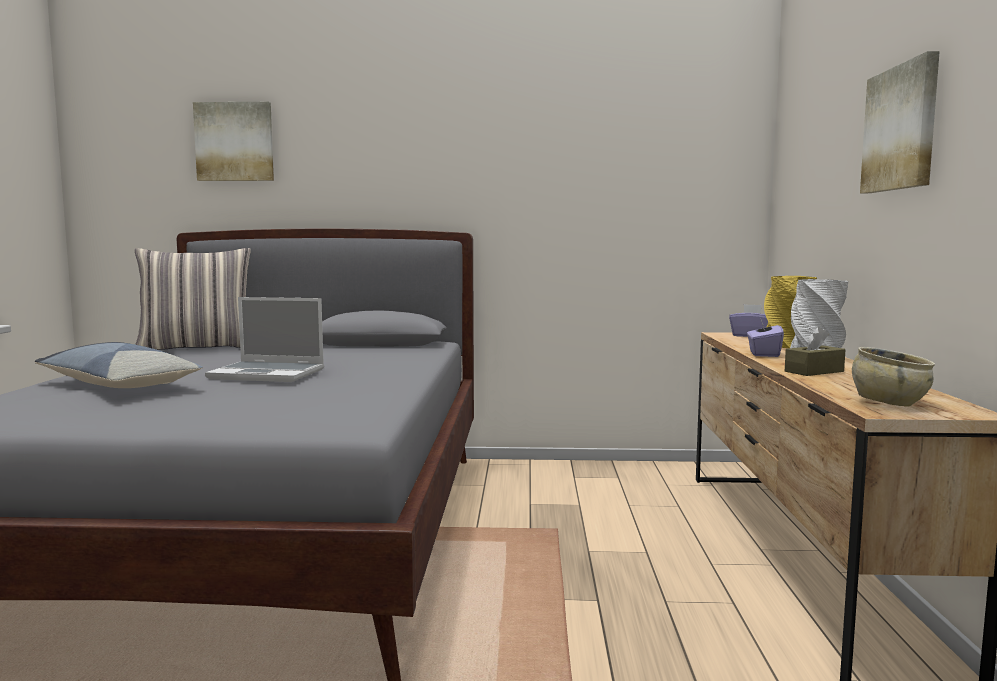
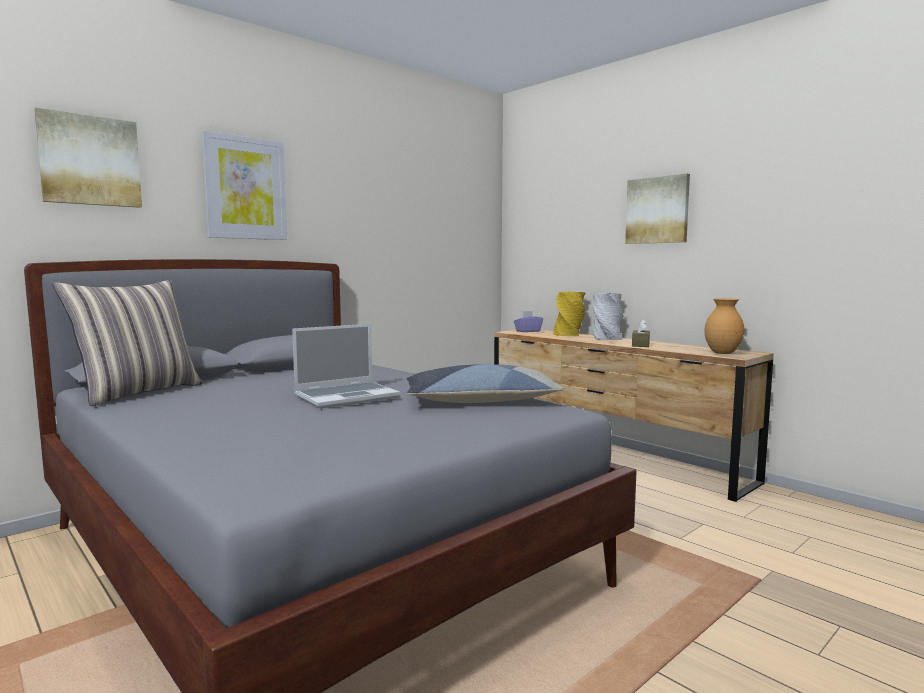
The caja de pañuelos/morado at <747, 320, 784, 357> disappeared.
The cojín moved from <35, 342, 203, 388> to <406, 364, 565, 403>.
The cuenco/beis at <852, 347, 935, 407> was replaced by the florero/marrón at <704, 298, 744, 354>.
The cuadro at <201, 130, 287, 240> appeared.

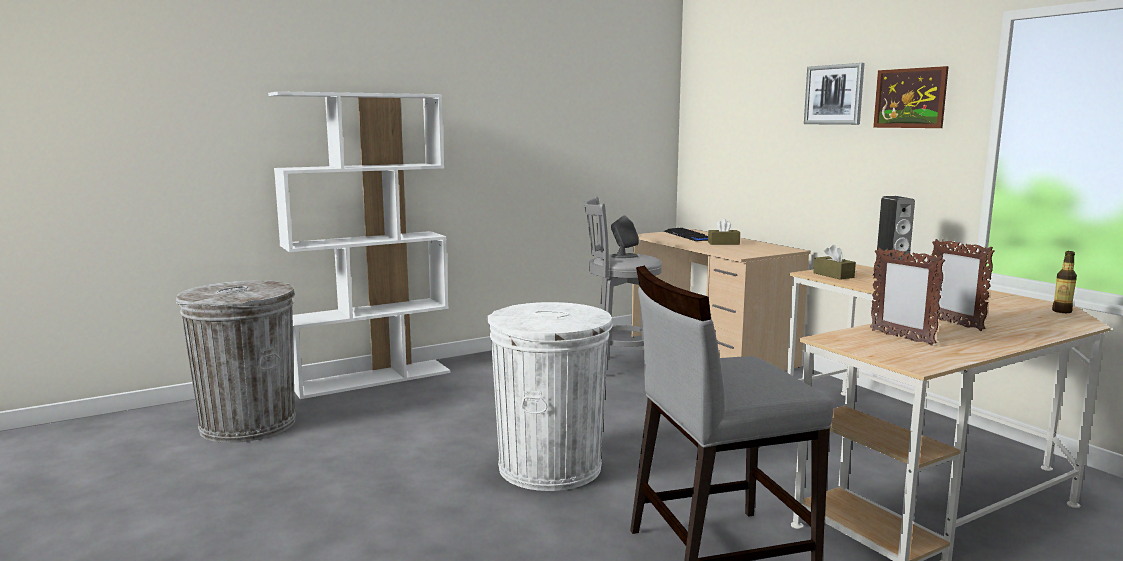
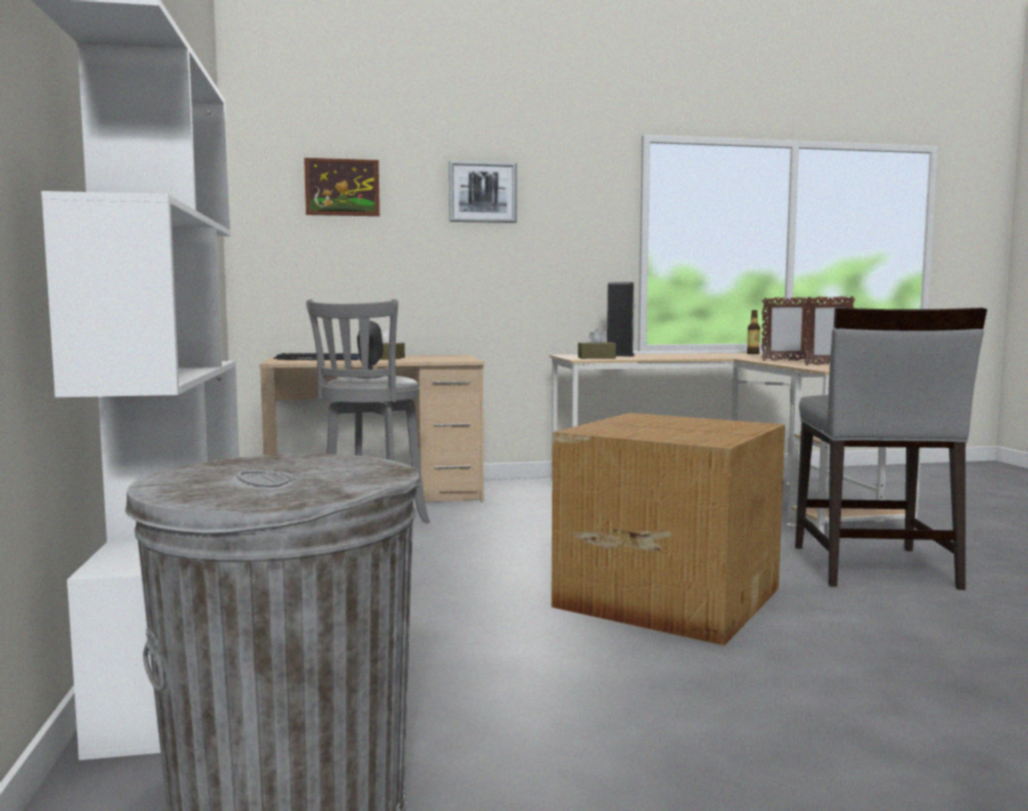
The cuadro moved from <873, 66, 949, 128> to <304, 158, 380, 216>.
The papelera/blanco at <487, 302, 613, 491> was replaced by the caja de cartón at <551, 413, 785, 646>.

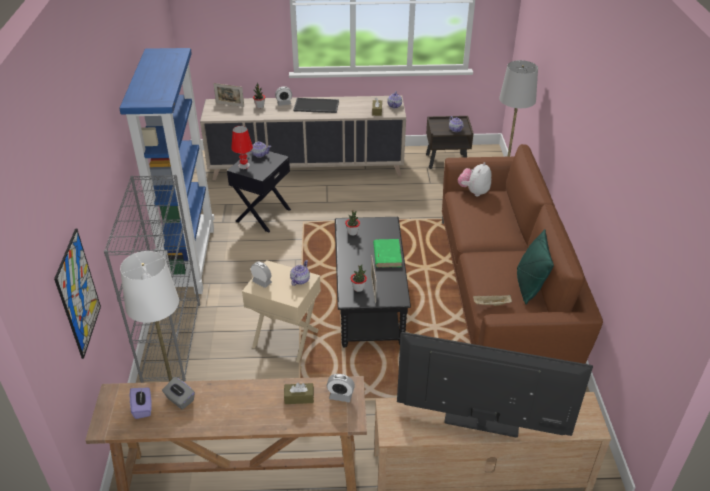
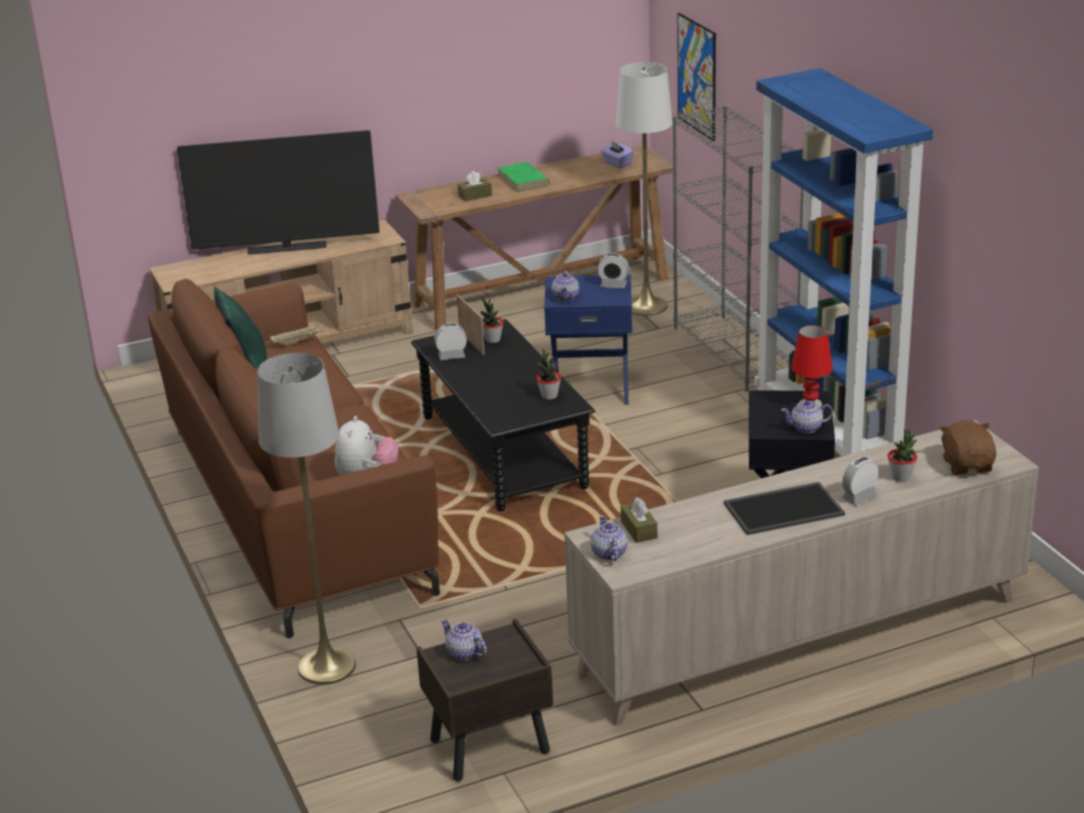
The portarretratos at <213, 83, 244, 107> was replaced by the peluche/marrón at <940, 420, 996, 475>.
The libro/verde moved from <373, 239, 402, 268> to <498, 162, 550, 192>.
The mesa auxiliar/beis at <242, 260, 321, 363> became the mesa auxiliar/azul at <544, 275, 632, 405>.
The despertador moved from <327, 374, 355, 402> to <434, 323, 467, 360>.
The caja de pañuelos/gris at <162, 377, 195, 410> disappeared.

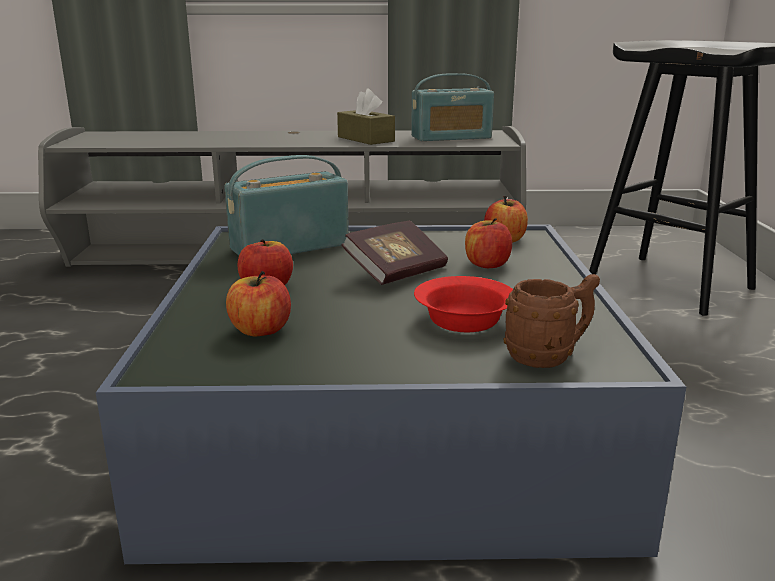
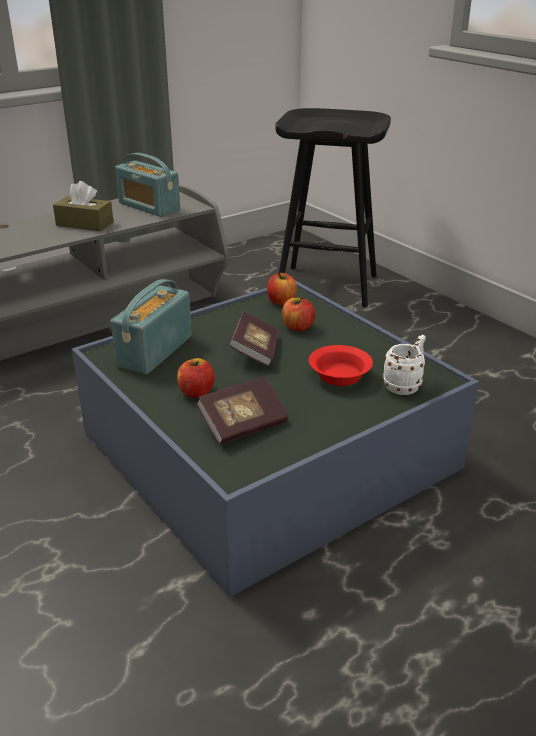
The radio at <411, 73, 494, 141> turned 90 degrees clockwise.
The manzana at <226, 271, 291, 336> was replaced by the libro at <196, 377, 288, 444>.
The taza grande/marrón at <503, 274, 600, 368> became the taza grande/blanco at <383, 334, 426, 395>.

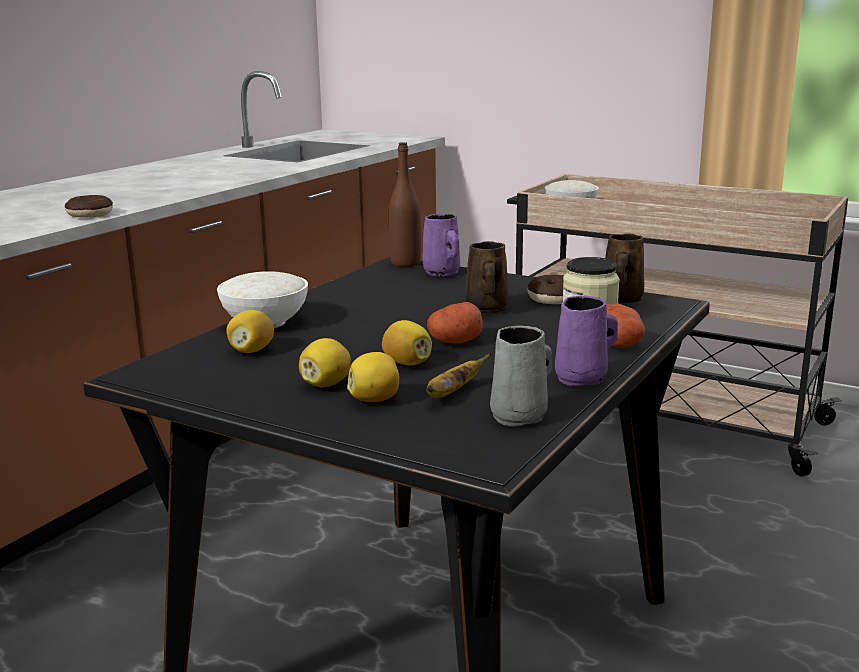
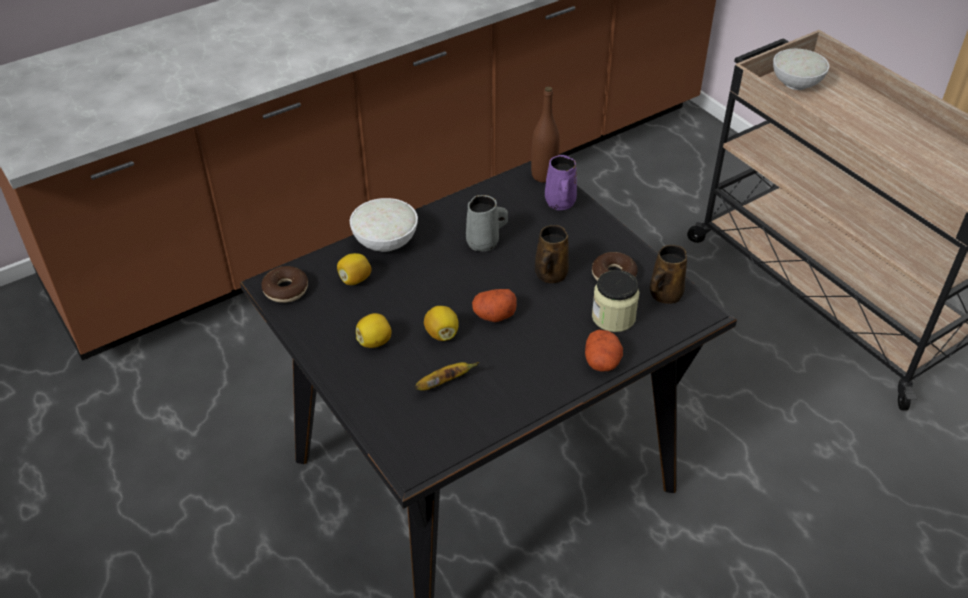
The rosquilla moved from <65, 195, 113, 217> to <261, 266, 308, 303>.
The taza grande/morado at <555, 296, 618, 387> disappeared.
The taza grande/gris moved from <490, 326, 552, 427> to <466, 195, 508, 251>.
The limón at <347, 352, 399, 402> disappeared.

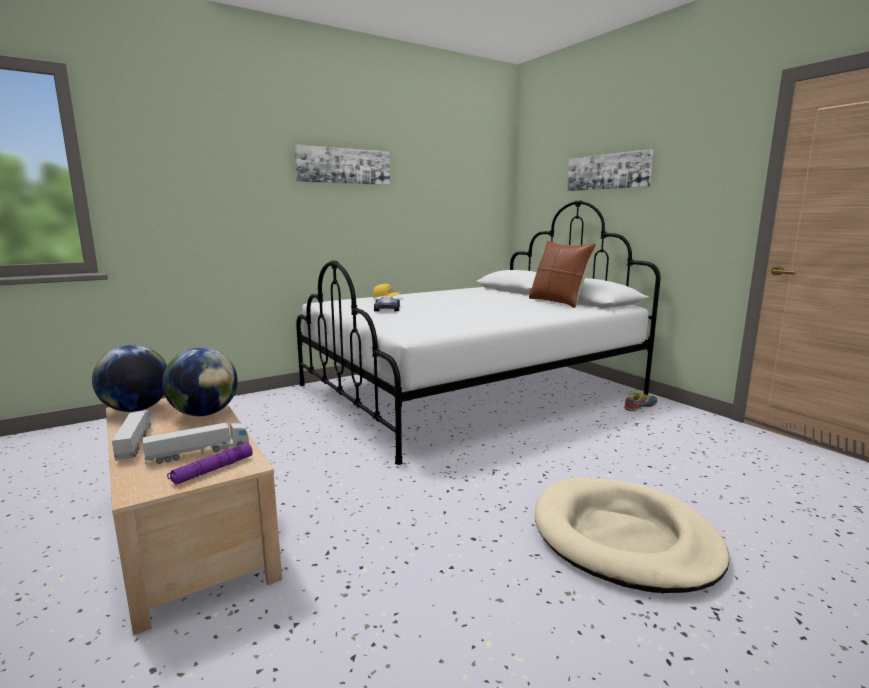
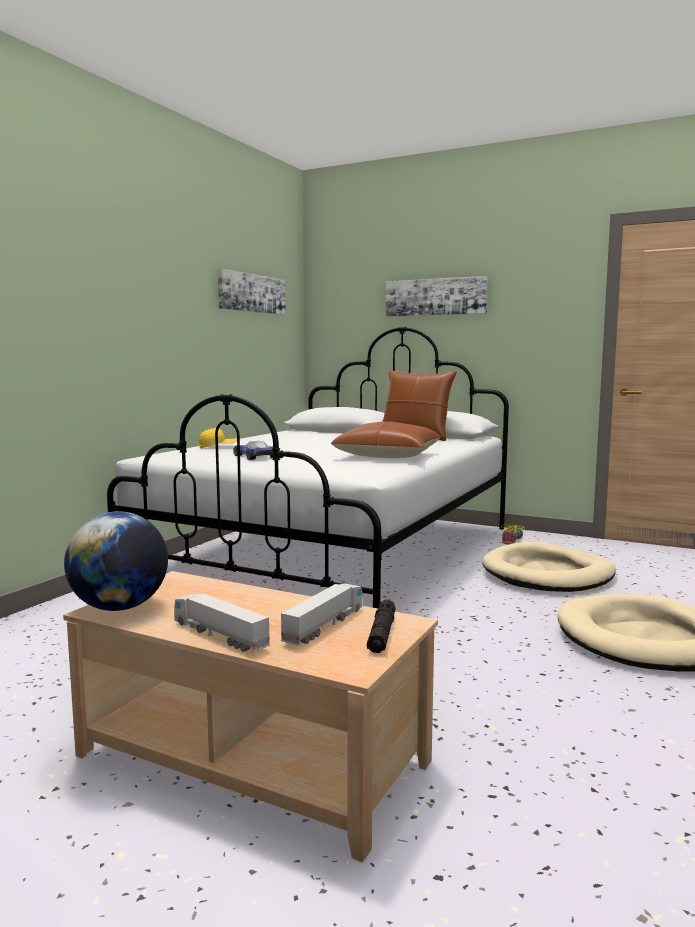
The cuadro moved from <294, 145, 390, 185> to <218, 269, 286, 315>.
The globo terráqueo at <162, 348, 238, 416> disappeared.
The linterna/morado at <167, 443, 253, 485> became the linterna/negro at <367, 599, 395, 653>.
The cojín/marrón at <331, 421, 441, 458> appeared.
The cama para perro/beis at <482, 542, 616, 592> appeared.

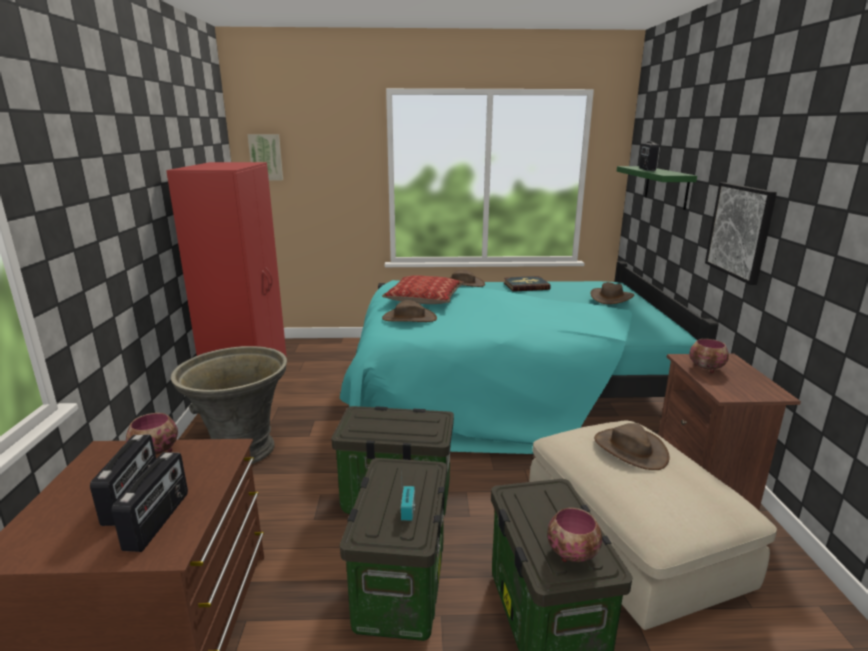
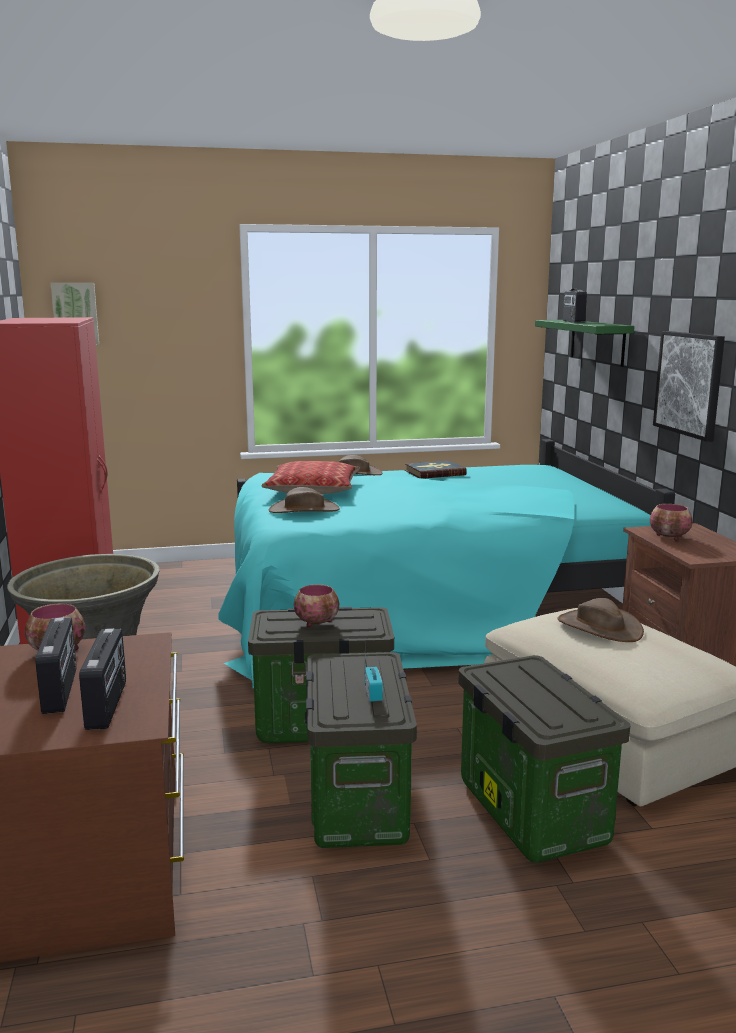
The sombrero/marrón at <590, 282, 634, 304> disappeared.
The cuenco moved from <547, 508, 602, 562> to <294, 584, 339, 627>.

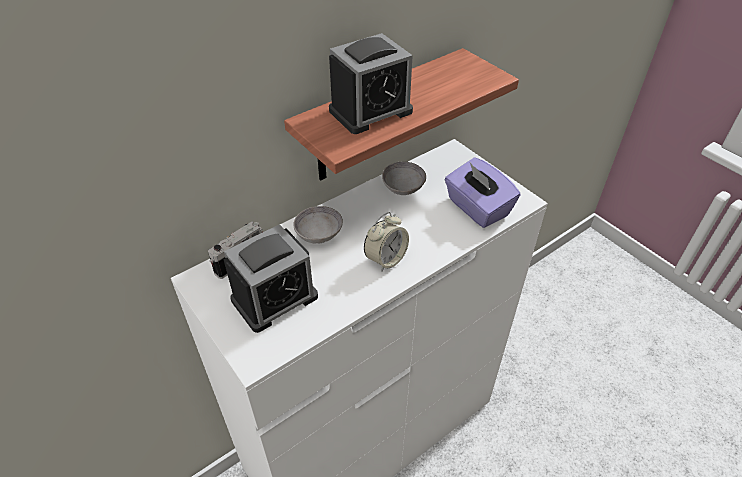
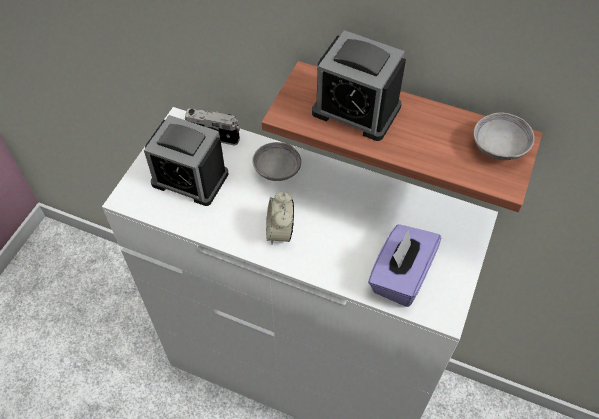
The cuenco/gris moved from <382, 162, 426, 195> to <474, 113, 534, 160>.
The despertador at <364, 212, 409, 271> turned 75 degrees clockwise.

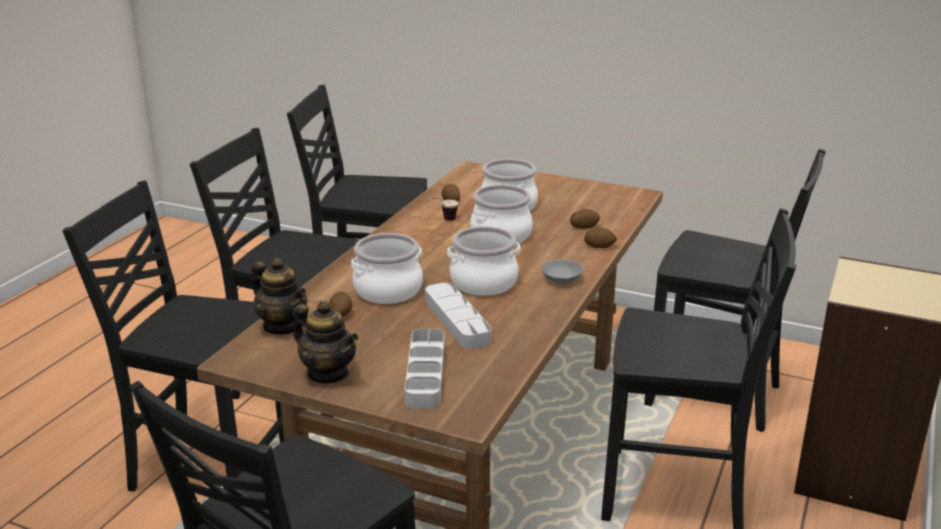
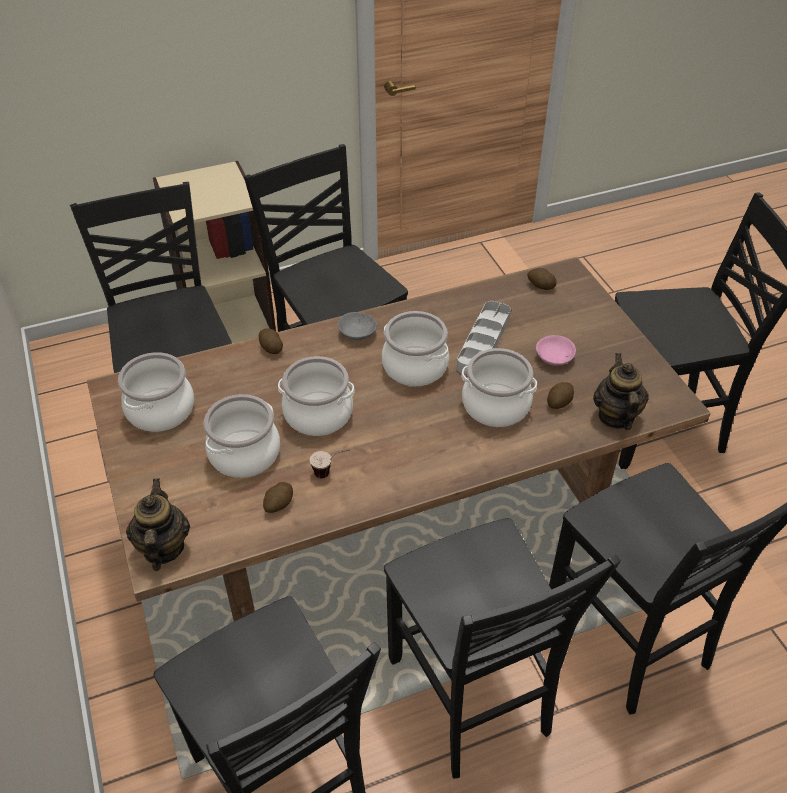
The patata moved from <570, 209, 600, 229> to <527, 268, 557, 290>.
The tetera moved from <293, 301, 358, 383> to <126, 478, 190, 571>.
The bandeja/gris at <405, 329, 445, 409> disappeared.
The cuenco/rosa at <536, 335, 576, 366> appeared.
The olla at <118, 352, 194, 432> appeared.

